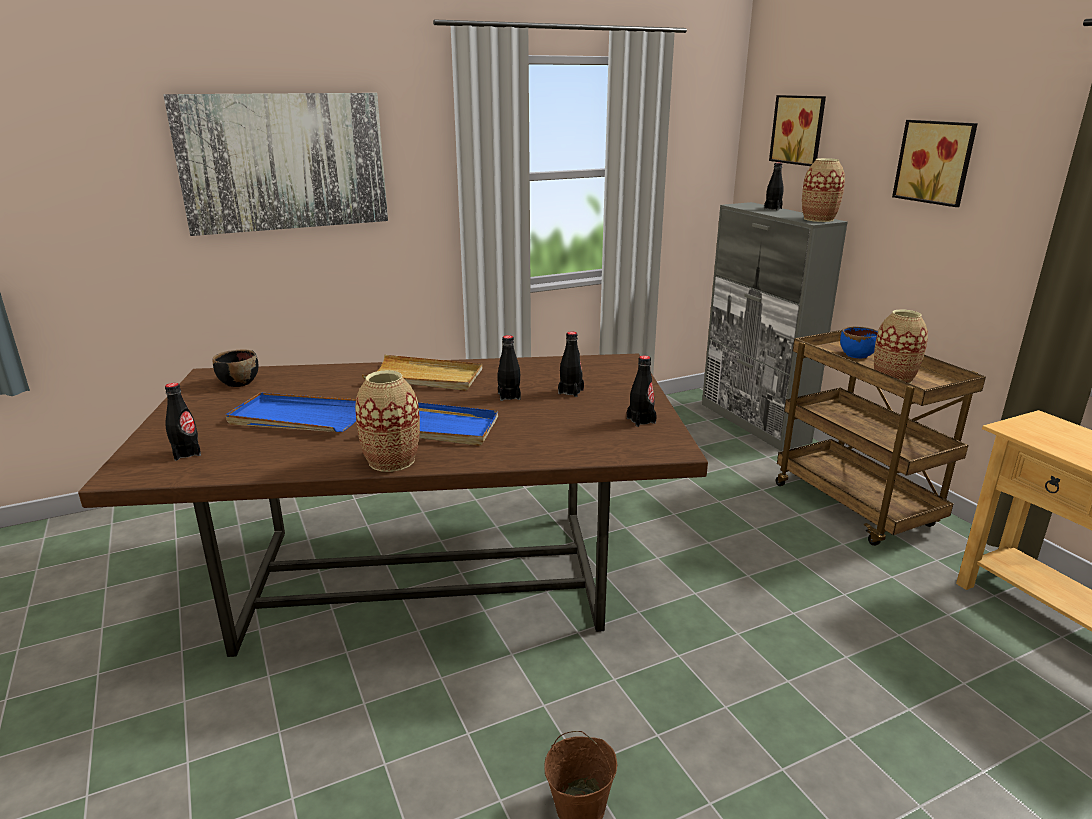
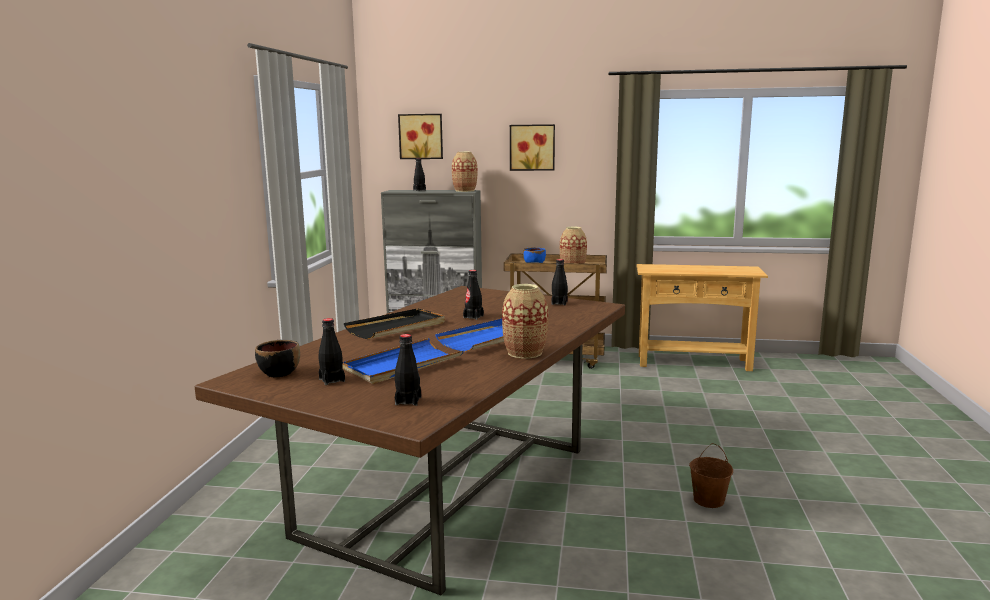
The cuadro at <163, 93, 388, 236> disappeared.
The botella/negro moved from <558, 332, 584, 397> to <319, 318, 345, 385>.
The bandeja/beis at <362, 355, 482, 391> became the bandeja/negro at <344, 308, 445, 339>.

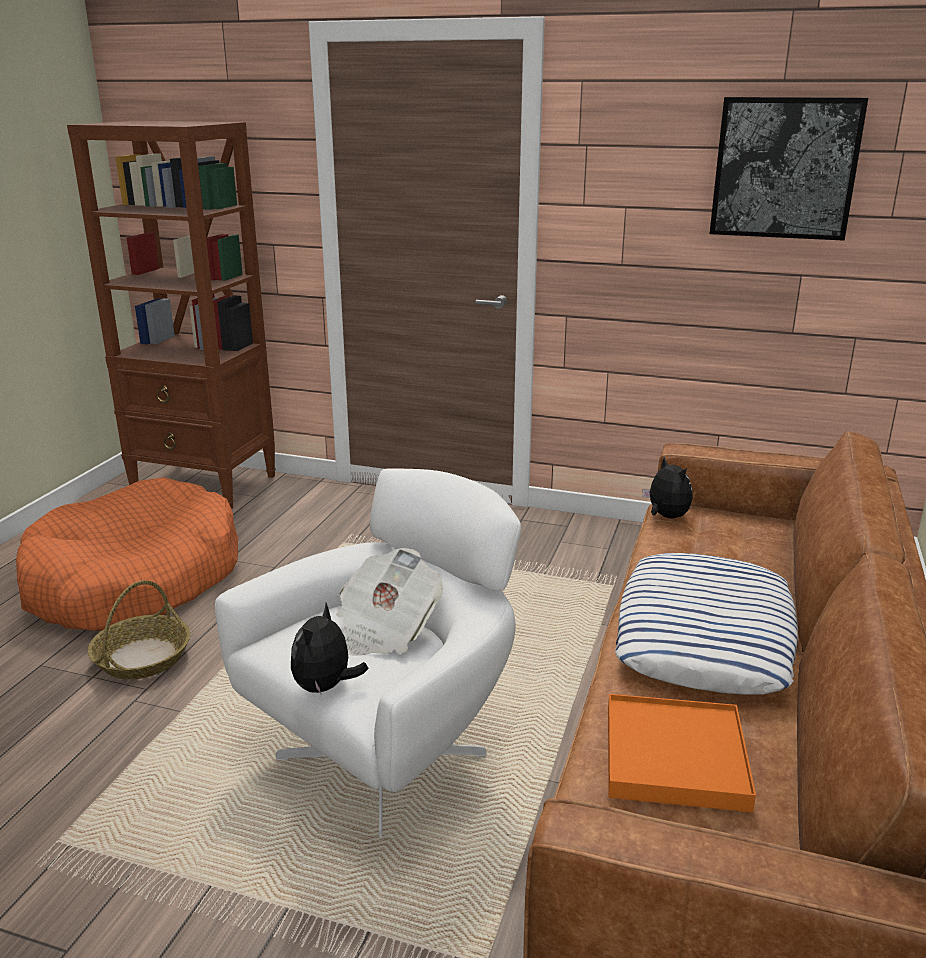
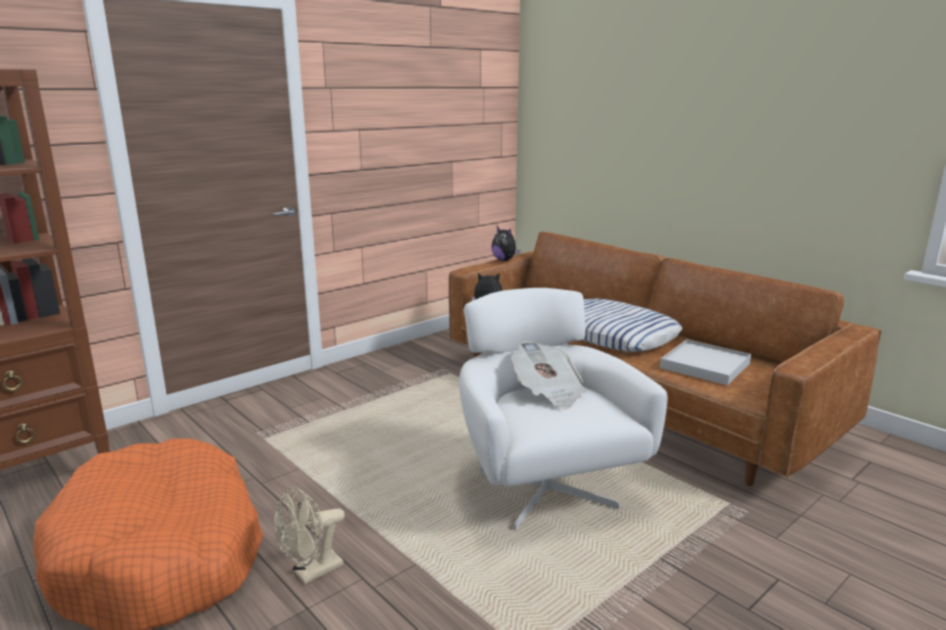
The cuadro at <710, 97, 868, 241> disappeared.
The cesta at <88, 580, 190, 679> was replaced by the ventilador/beis at <274, 487, 345, 584>.
The peluche moved from <291, 603, 369, 694> to <491, 227, 520, 261>.
The bandeja/naranja at <608, 694, 756, 812> became the bandeja/blanco at <660, 339, 751, 386>.

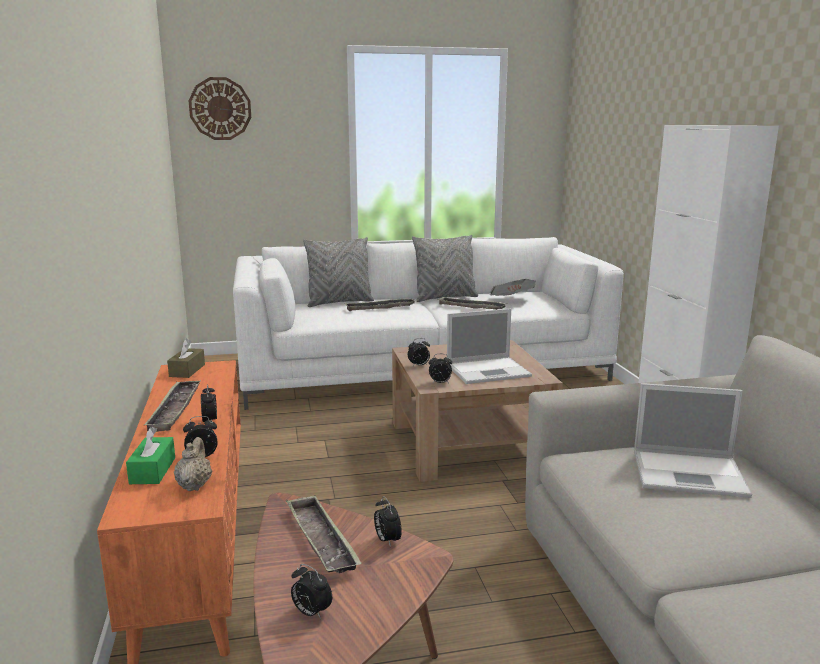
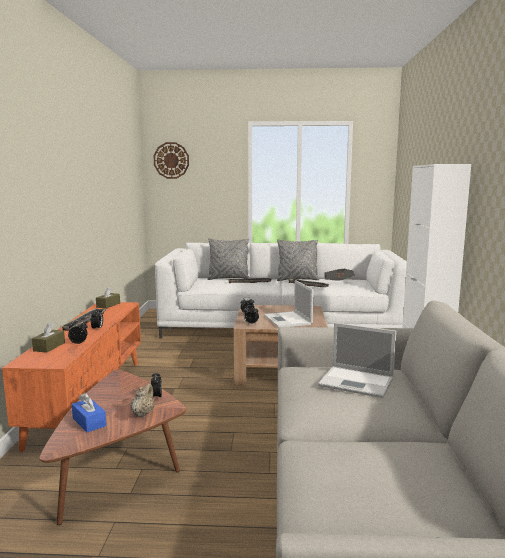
The portátil at <447, 309, 532, 384> turned 75 degrees clockwise.
The caja de pañuelos/verde at <126, 427, 175, 484> became the caja de pañuelos/marrón at <32, 322, 65, 353>.
The tetera/beis moved from <174, 437, 212, 491> to <131, 383, 154, 417>.
The bandeja at <286, 495, 362, 573> disappeared.
The despertador at <291, 564, 332, 619> was replaced by the caja de pañuelos/azul at <72, 393, 106, 432>.

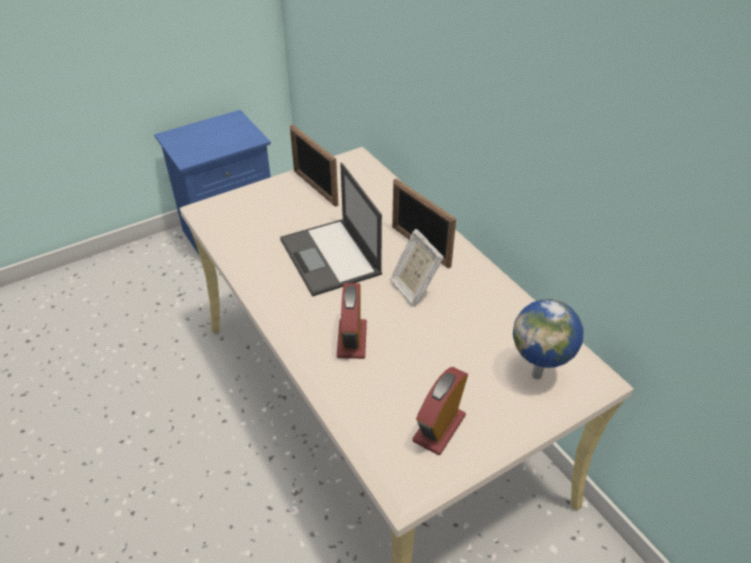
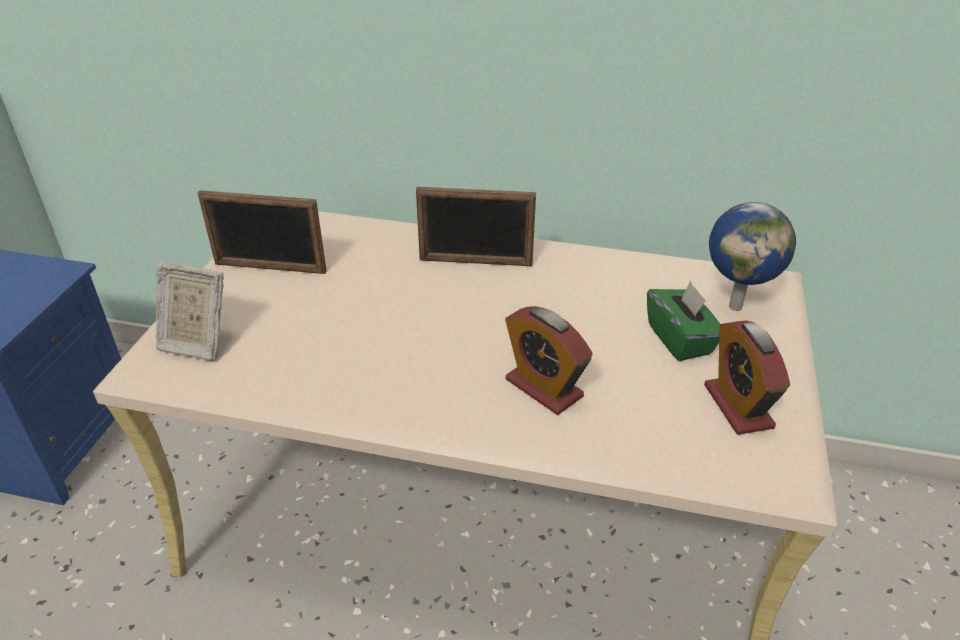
The portátil at <280, 163, 382, 297> disappeared.
The portarretratos moved from <390, 229, 444, 307> to <156, 261, 224, 361>.
The caja de pañuelos/verde at <647, 281, 720, 361> appeared.

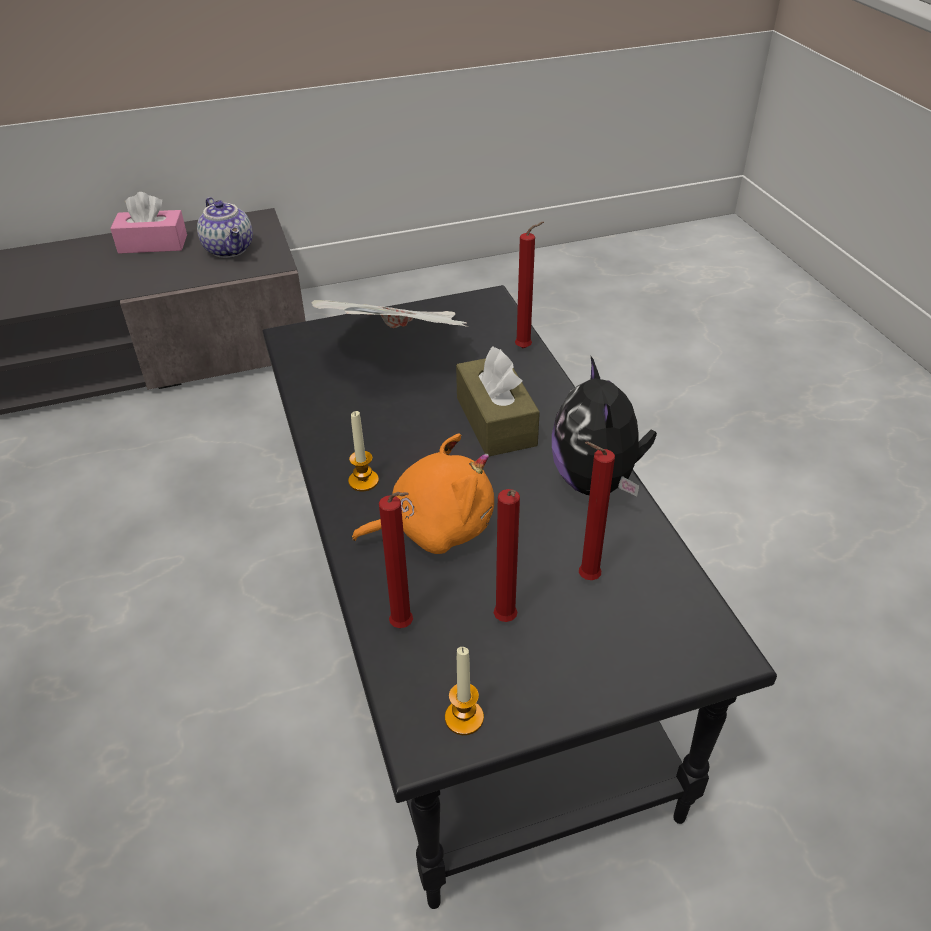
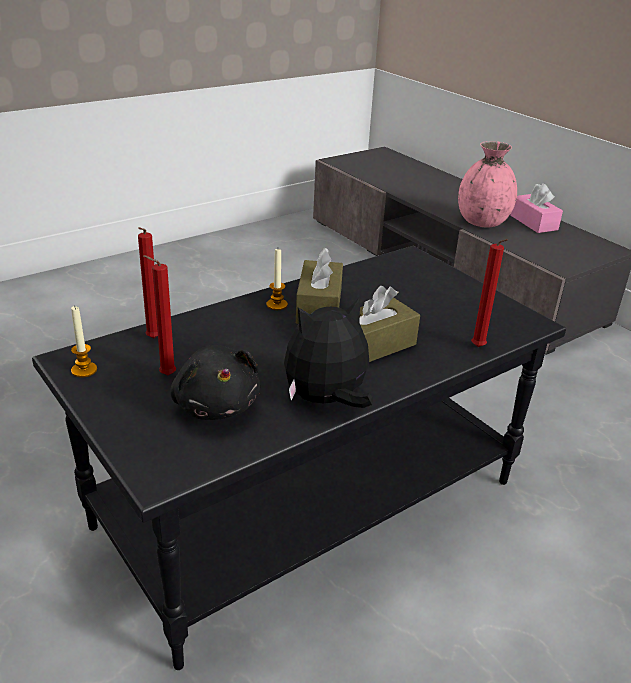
The tetera at <197, 197, 253, 258> disappeared.
The periódico at <311, 300, 468, 328> disappeared.
The peluche/naranja at <352, 434, 494, 554> disappeared.
The vela/rojo at <579, 442, 615, 580> was replaced by the peluche/negro at <170, 345, 260, 420>.
The florero/rosa at <458, 141, 517, 227> appeared.
The caja de pañuelos/marrón at <296, 247, 343, 324> appeared.

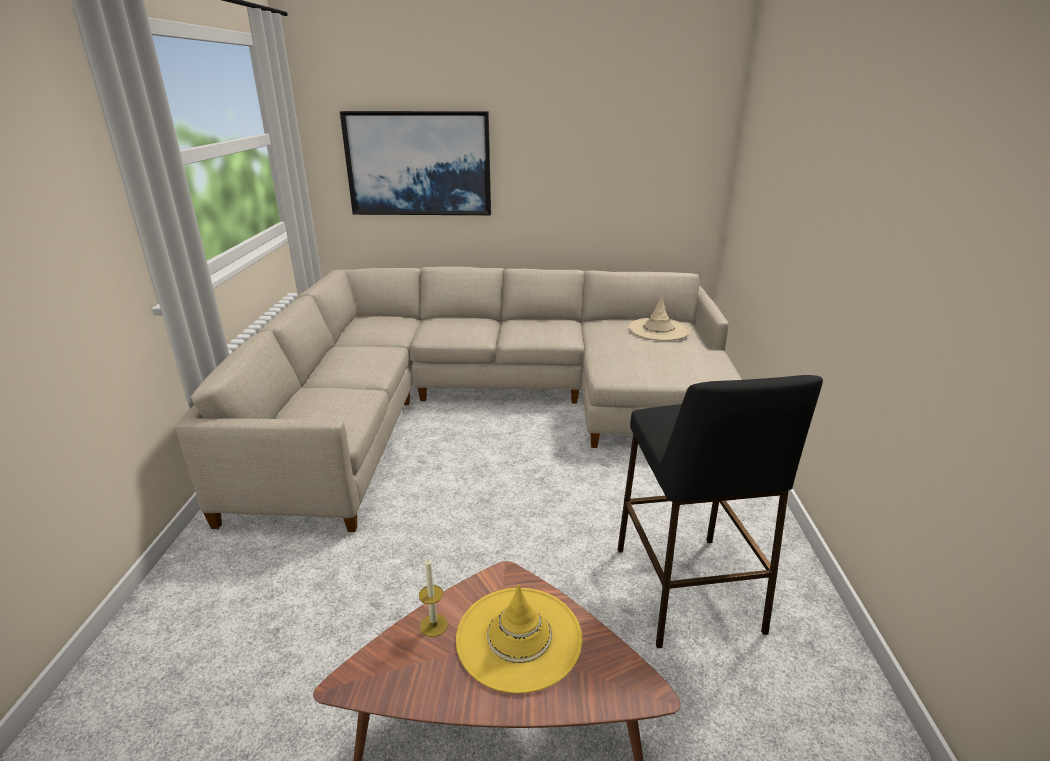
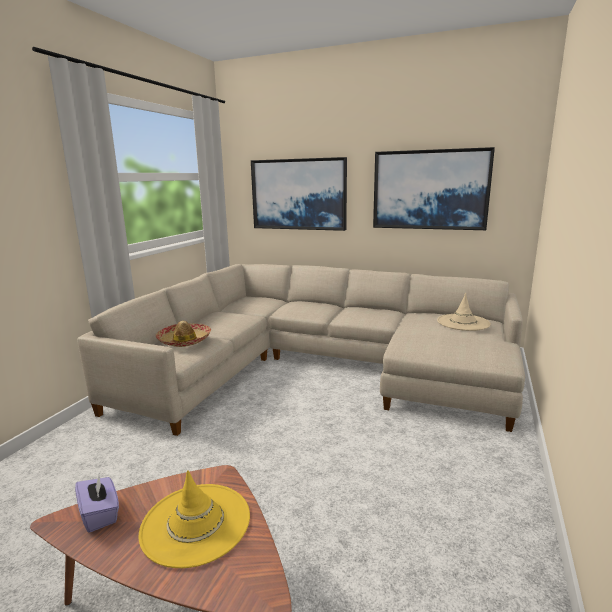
The taburete/negro at <617, 375, 823, 648> disappeared.
The vela at <419, 557, 448, 637> disappeared.
The cuadro at <373, 147, 495, 230> appeared.
The sombrero at <156, 321, 211, 347> appeared.
The caja de pañuelos/morado at <75, 475, 119, 533> appeared.

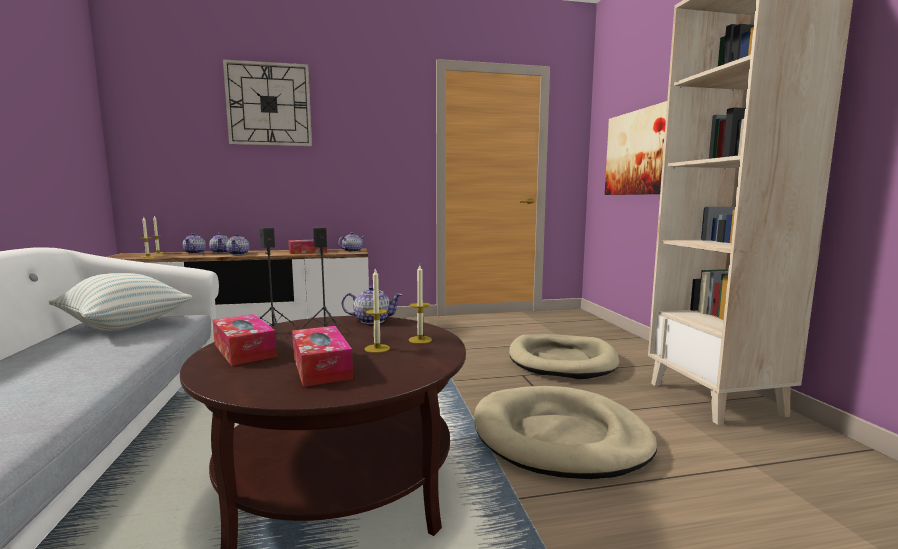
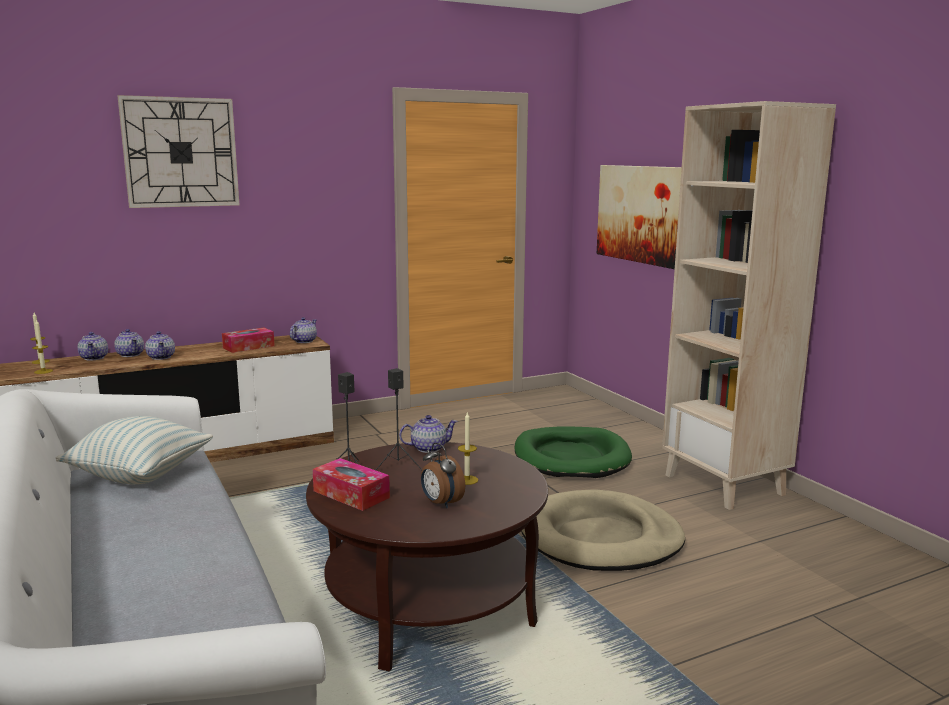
The vela at <409, 265, 432, 344> disappeared.
The caja de pañuelos at <292, 326, 353, 387> was replaced by the despertador at <421, 443, 465, 508>.
The cama para perro/beis at <509, 334, 619, 379> became the cama para perro/verde at <515, 426, 632, 478>.

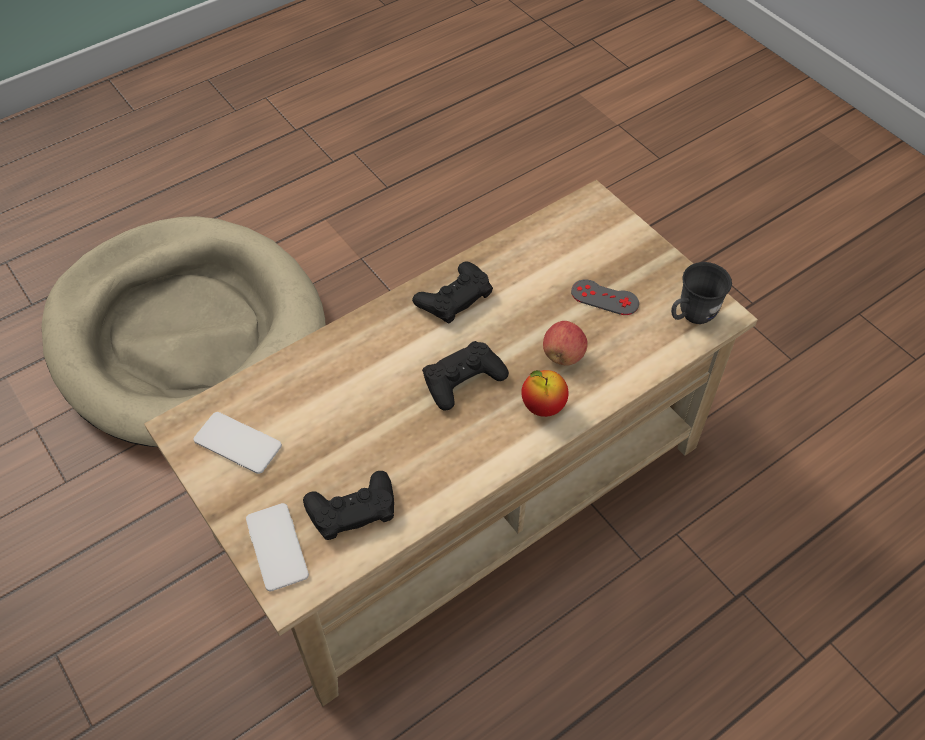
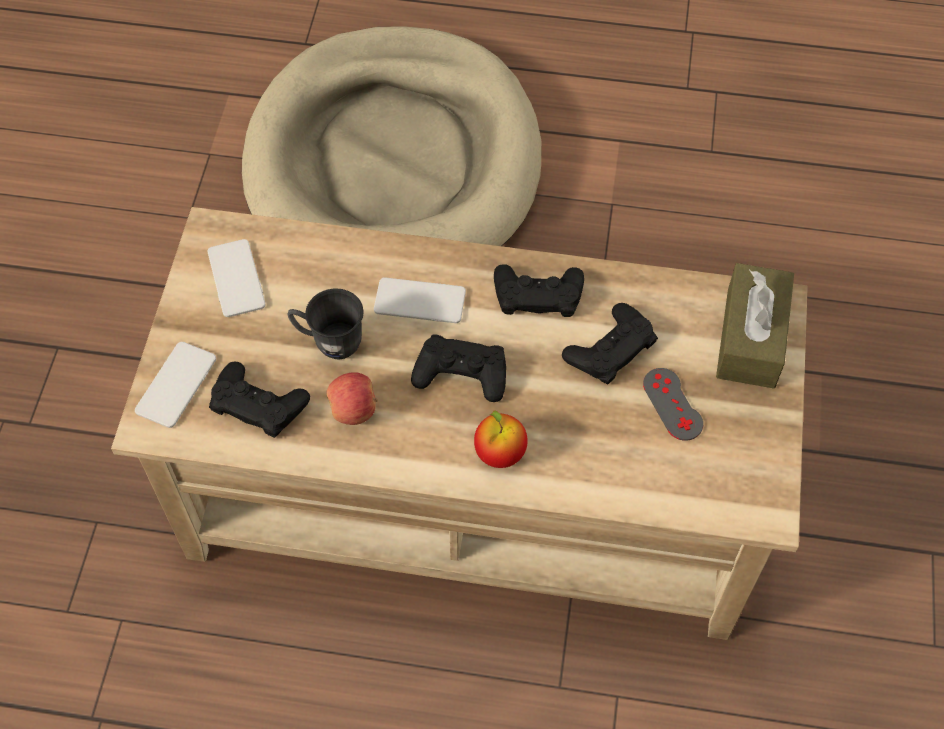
The taza grande/gris moved from <671, 262, 732, 324> to <287, 288, 364, 359>.
The manzana moved from <543, 321, 588, 366> to <327, 372, 378, 425>.
The caja de pañuelos/marrón at <716, 263, 794, 388> appeared.
The móvil at <374, 277, 466, 323> appeared.
The mando de consola/negro at <562, 303, 658, 385> appeared.

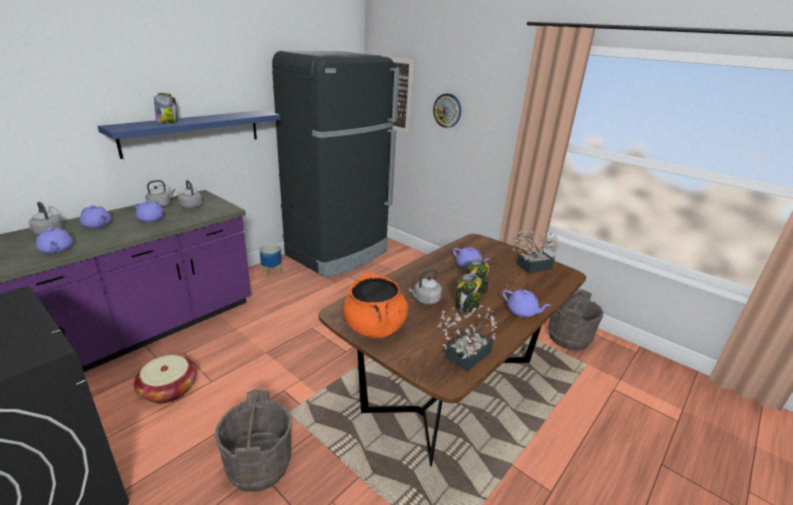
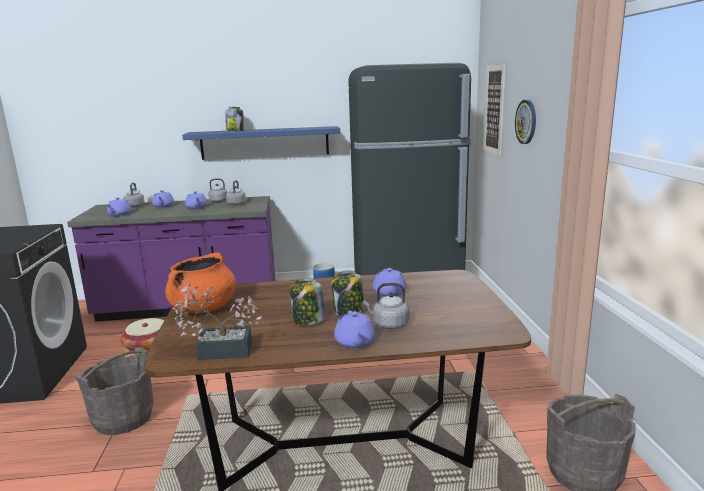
The planta en maceta at <513, 227, 559, 273> disappeared.
The hervidor/gris moved from <409, 269, 442, 305> to <363, 283, 409, 329>.

